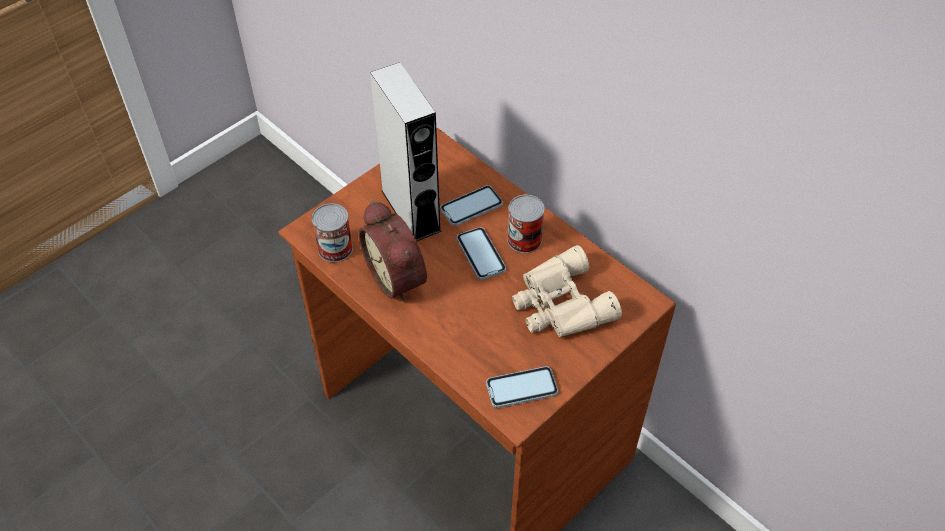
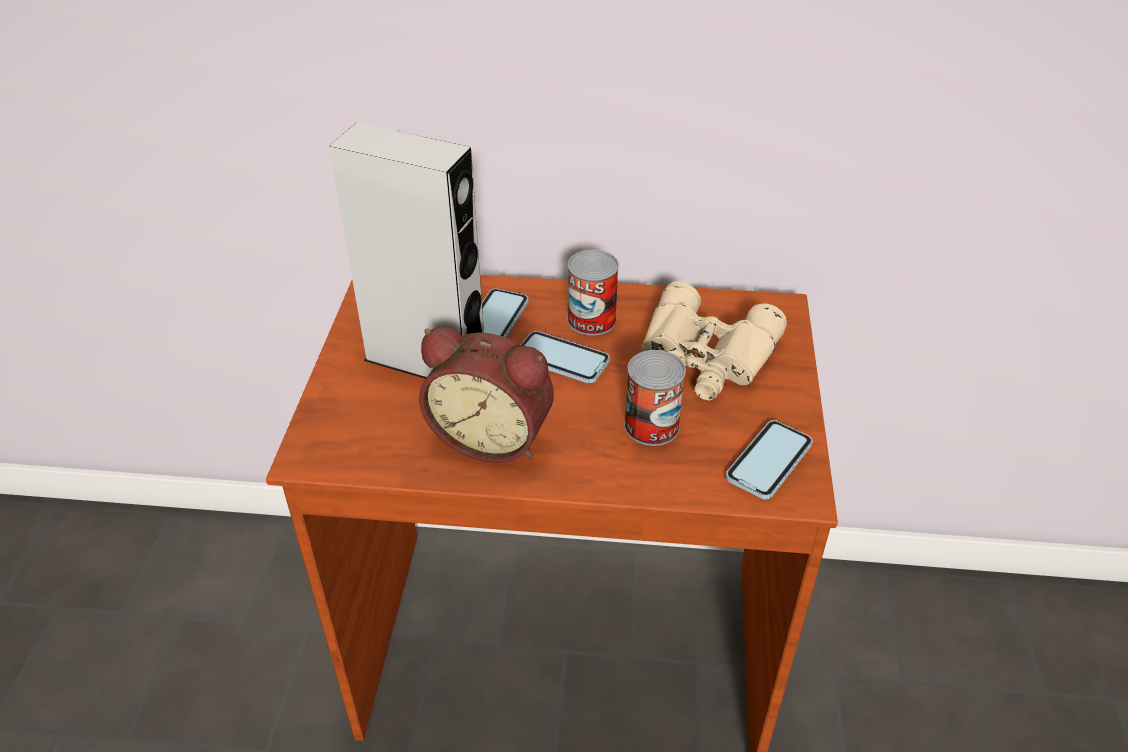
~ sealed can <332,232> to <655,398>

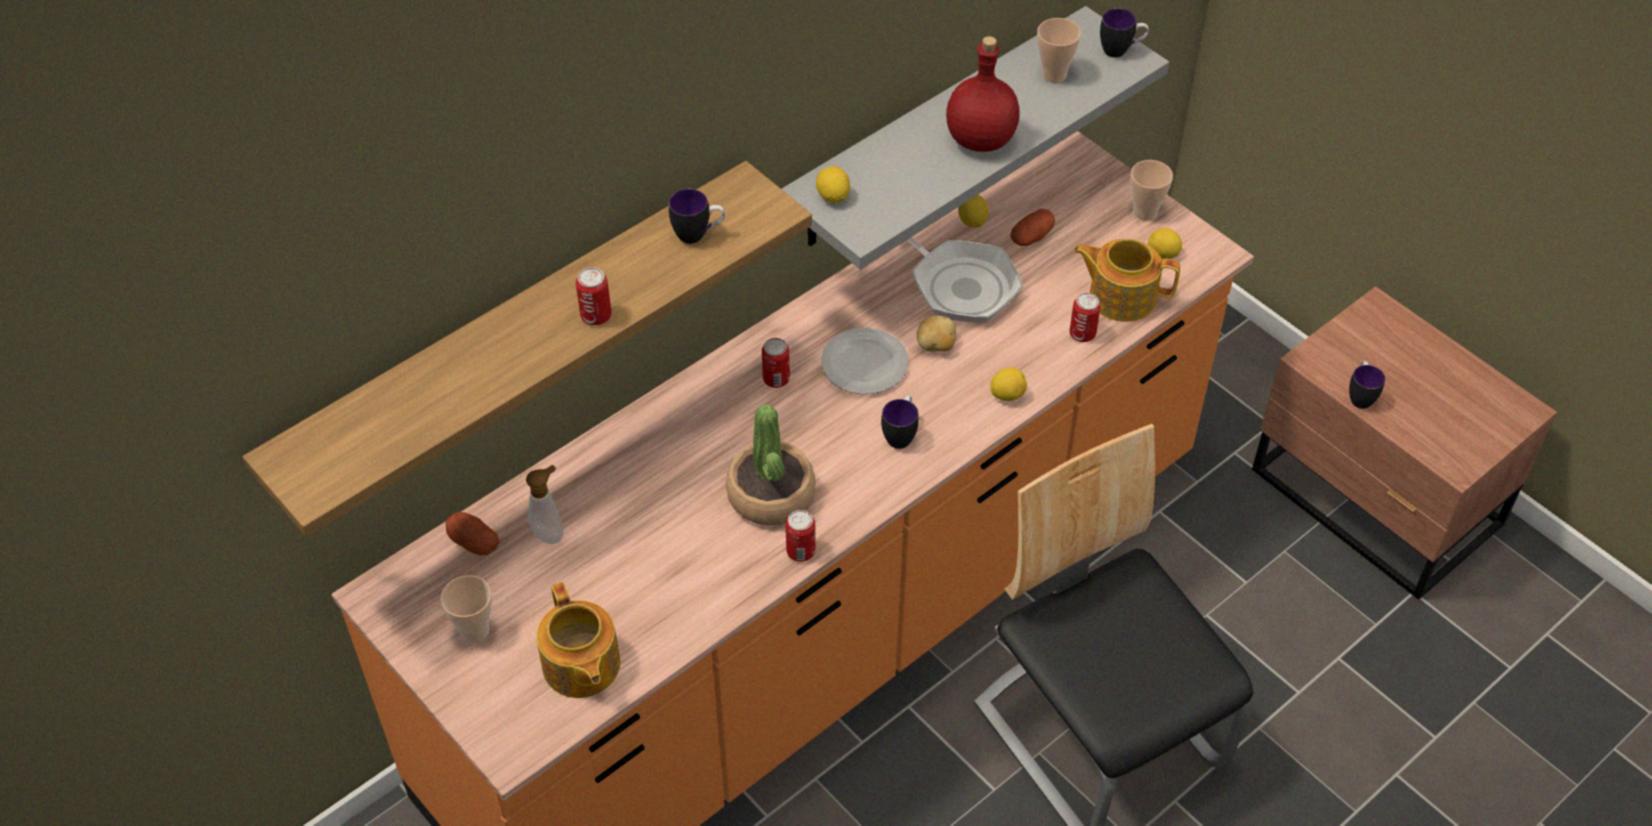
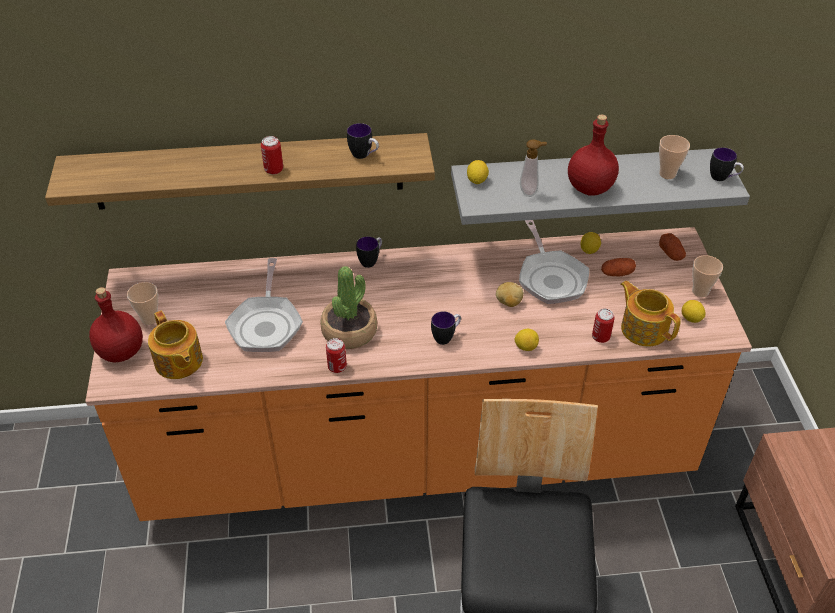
~ spud <472,533> to <672,247>
~ liquid soap bottle <545,504> to <533,168>
~ pot for tea <578,640> = <175,345> 45 degrees counterclockwise
- sealed can <776,363>
- flat dish <865,361>
~ mug <1367,385> to <369,252>
+ reddish drink bottle <116,324>
+ skillet <264,305>

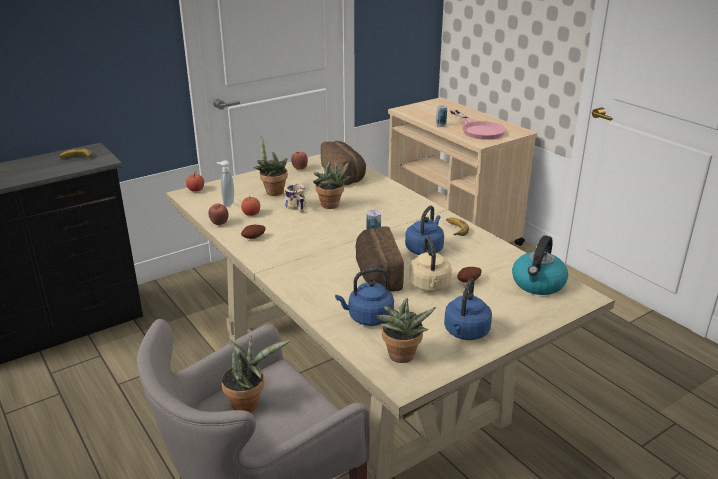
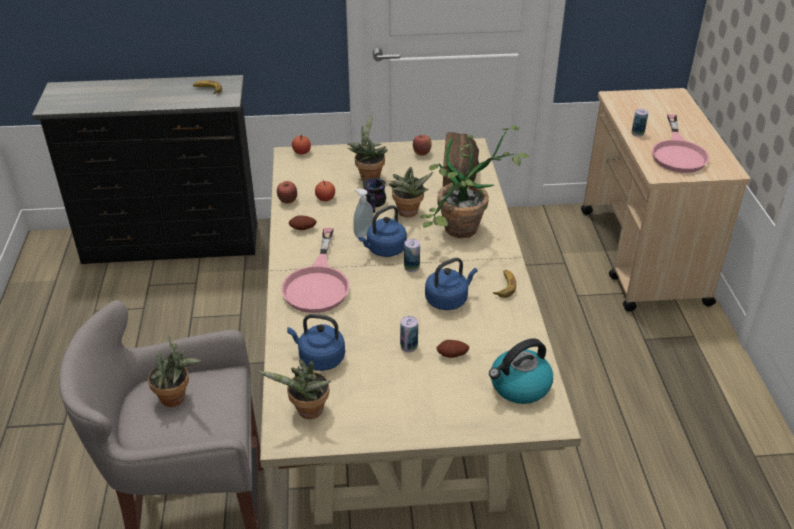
~ liquid soap bottle <225,183> to <363,213>
~ beige mug <295,198> to black mug <374,195>
- bakery bread <379,259>
~ beige kettle <430,264> to sealed can <409,334>
~ blue kettle <468,309> to <382,231>
+ pinkish skillet <315,270>
+ houseplant <475,182>

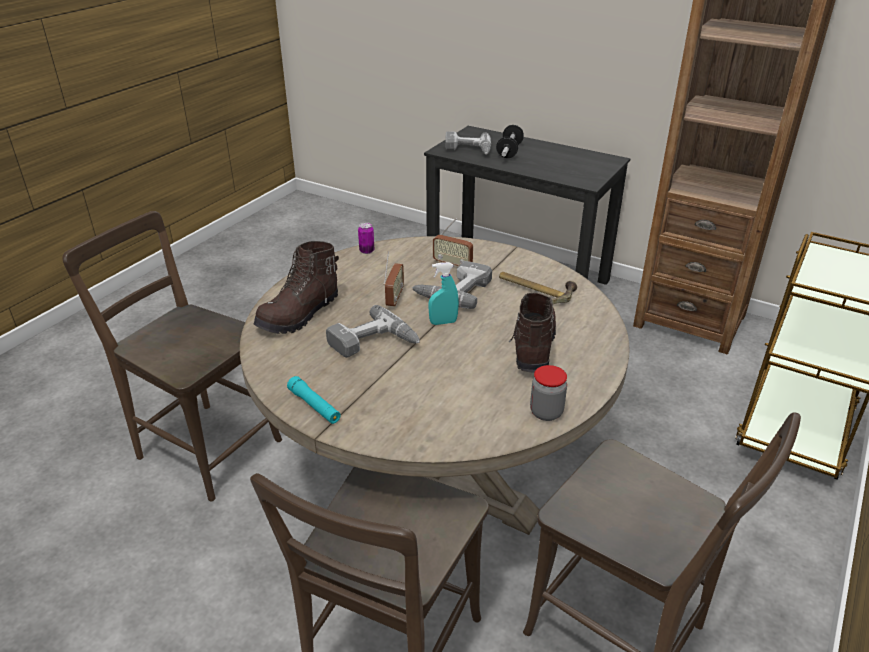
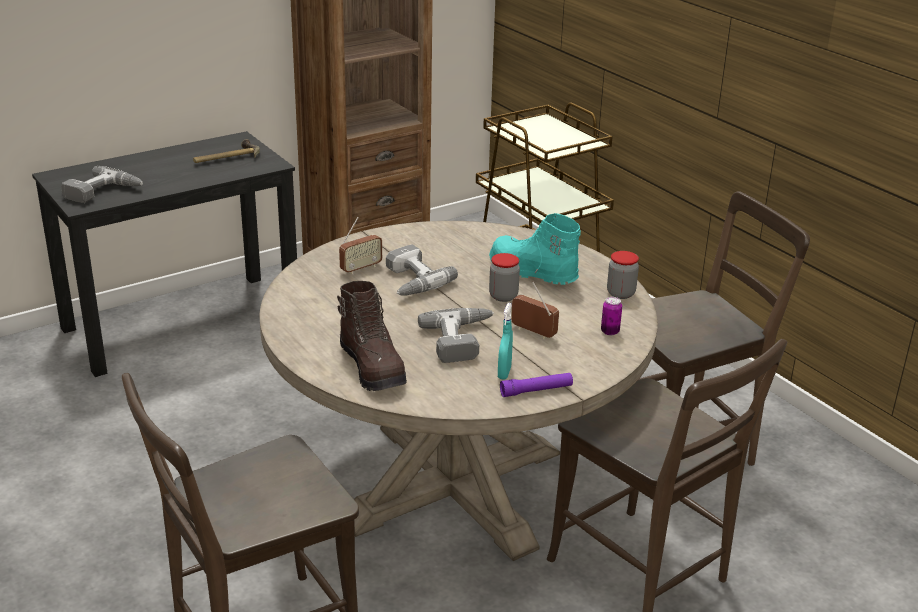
~ blue-green flashlight <314,400> to purple flashlight <536,385>
~ sealed can <366,238> to <611,316>
~ radio receiver <393,279> to <535,310>
~ blue-green sprayer <443,293> to <505,341>
- dumbbell <510,141>
~ tool hammer <538,288> to <226,151>
~ brownish tall boot <532,333> to blue-green tall boot <535,249>
+ jar <504,277>

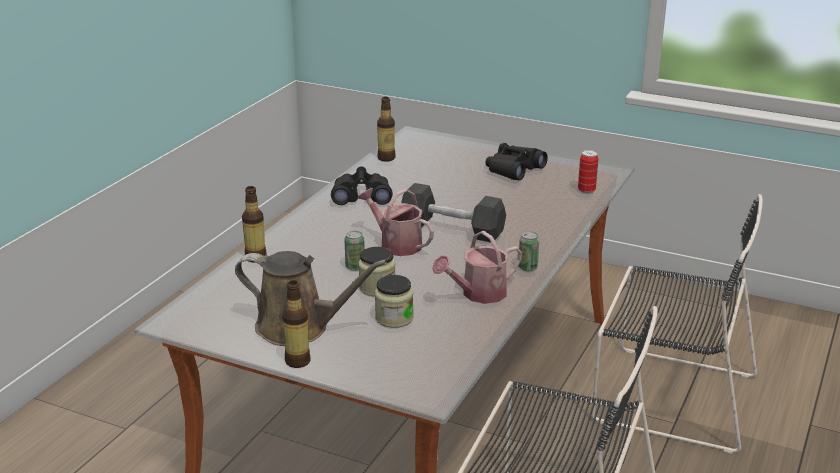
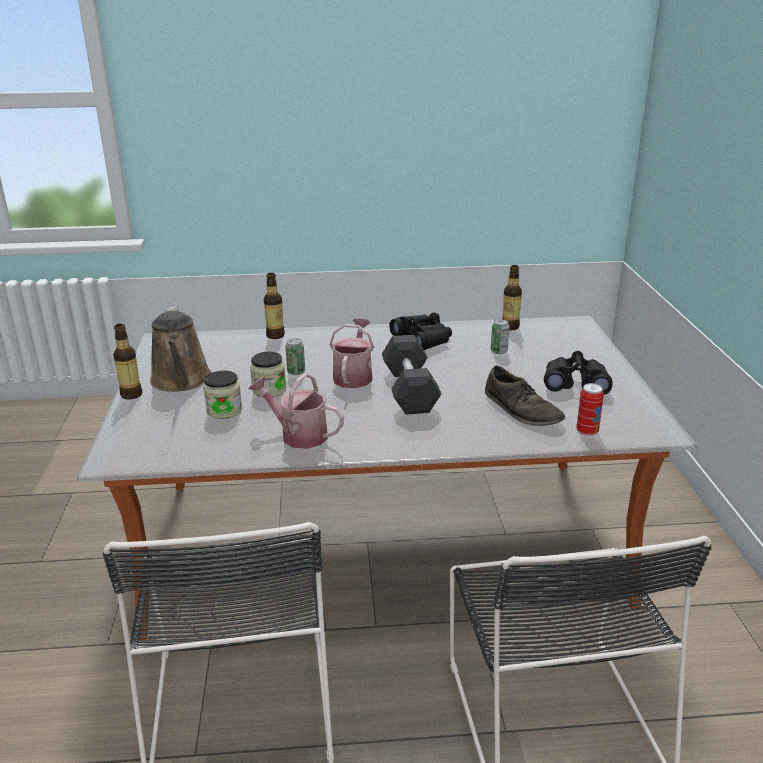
~ sealed can <529,251> to <500,336>
+ brownish shoe <525,396>

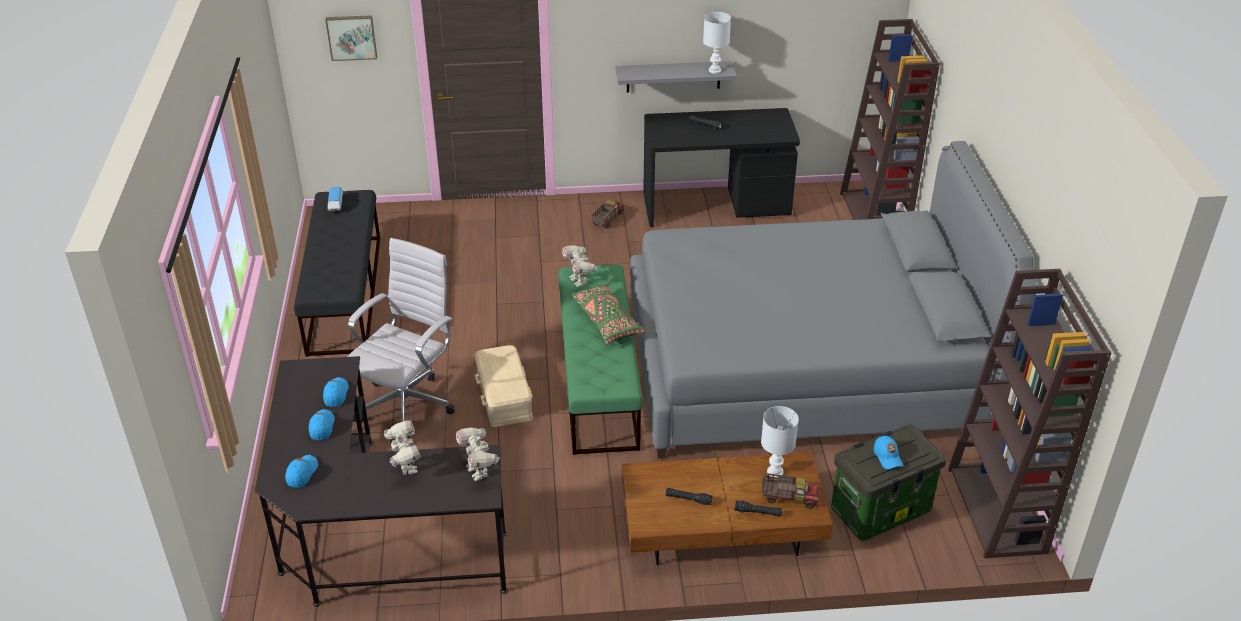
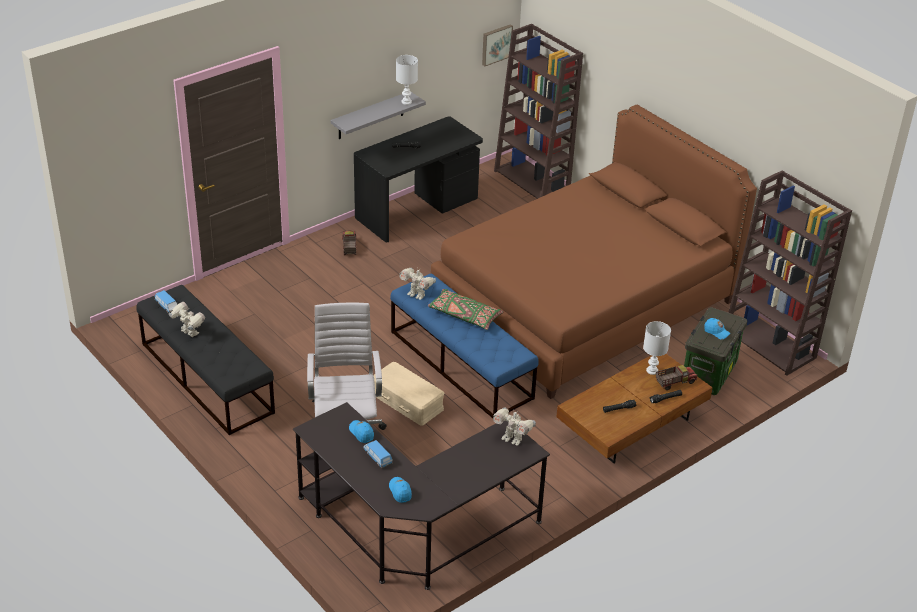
~ blue peaked cap <322,424> to model car <378,454>
~ wall picture <351,38> to <497,45>
~ robot figure <402,447> to <187,319>
~ green indoor bench <600,360> to blue indoor bench <464,345>
~ gray sleeping bed <833,300> to brownish sleeping bed <594,252>

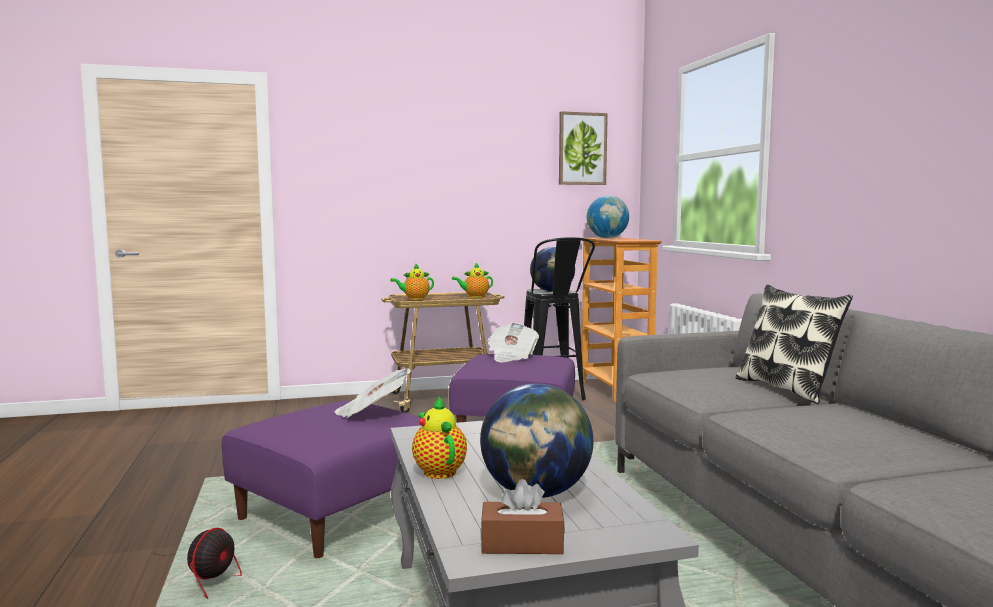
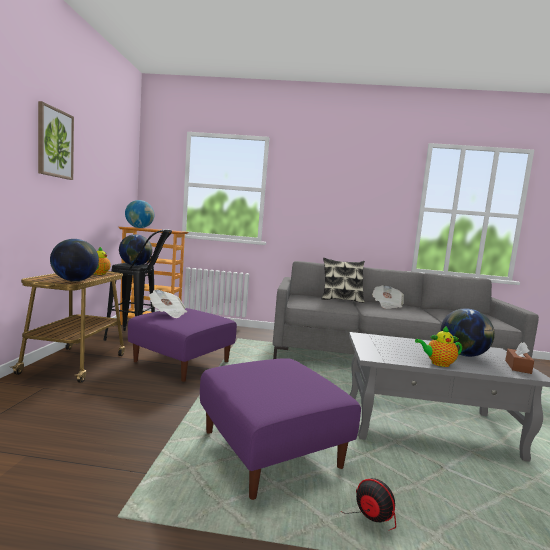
~ newspaper <373,393> to <388,297>
~ pot for tea <412,281> to desk globe <74,260>
~ wall picture <583,148> to <56,140>

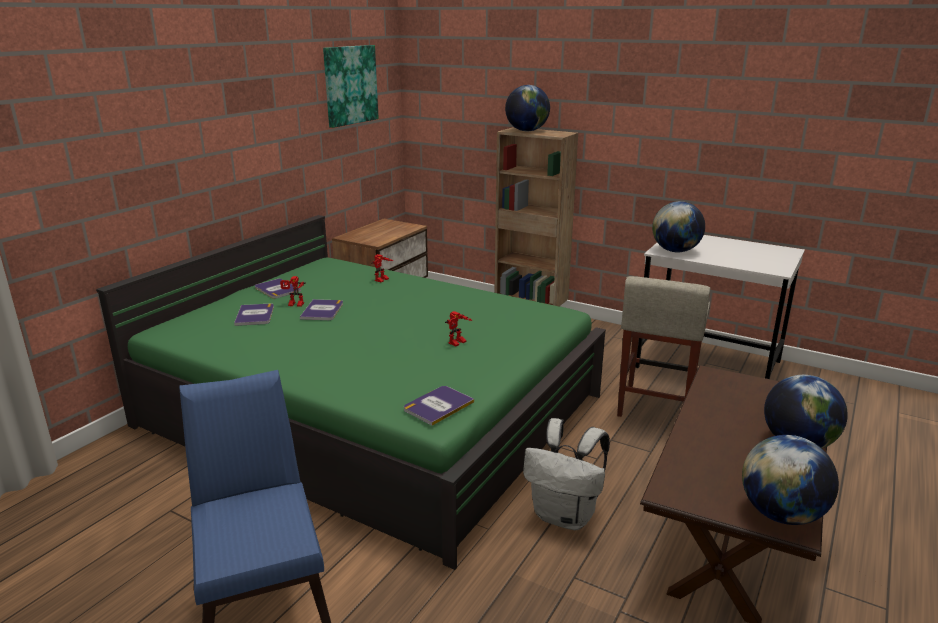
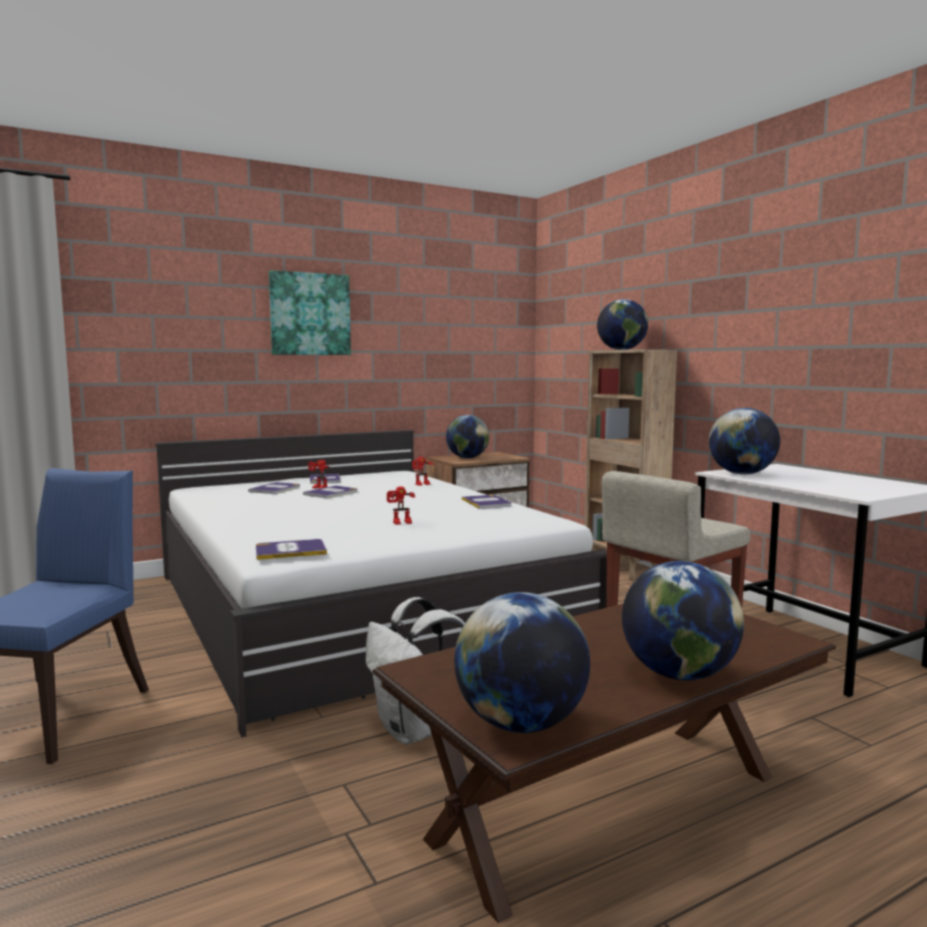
~ green sleeping bed <351,392> to white sleeping bed <381,583>
~ wall picture <351,86> to <310,312>
+ desk globe <467,436>
+ book <486,502>

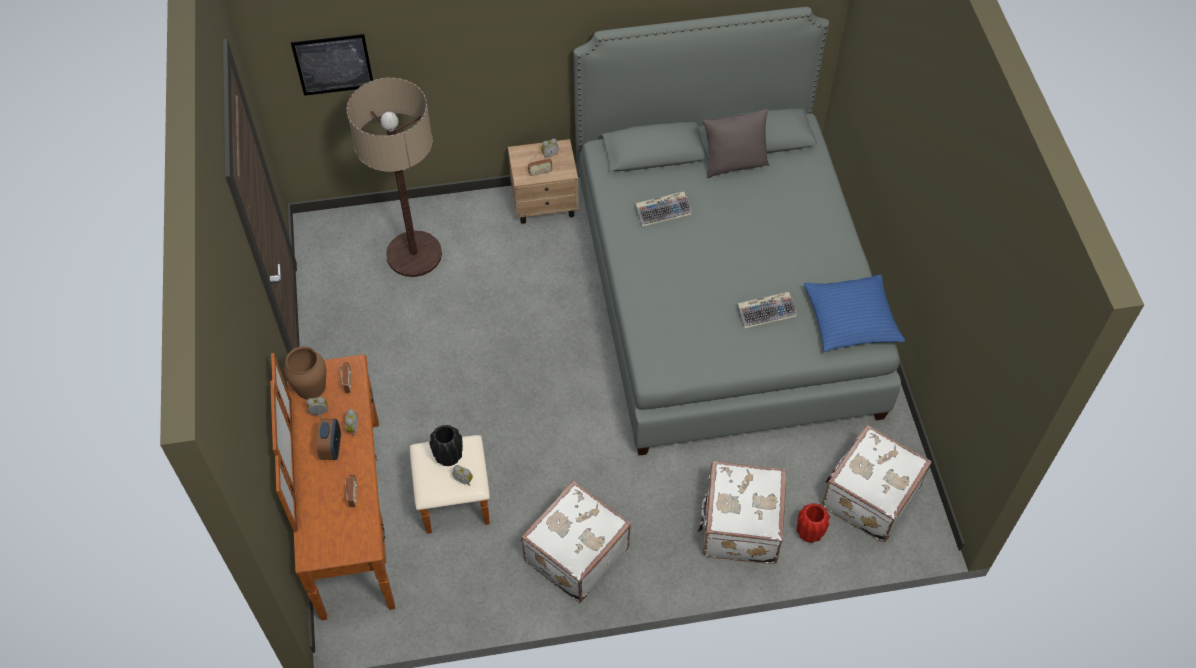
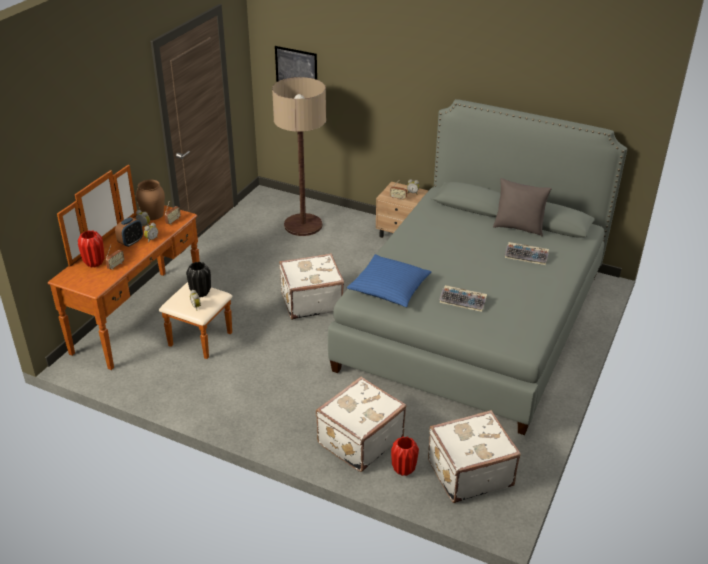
~ white suitcase <576,541> to <311,286>
~ PC keyboard <664,208> to <527,253>
~ blue throw pillow <854,313> to <389,280>
+ reddish flower vase <91,248>

